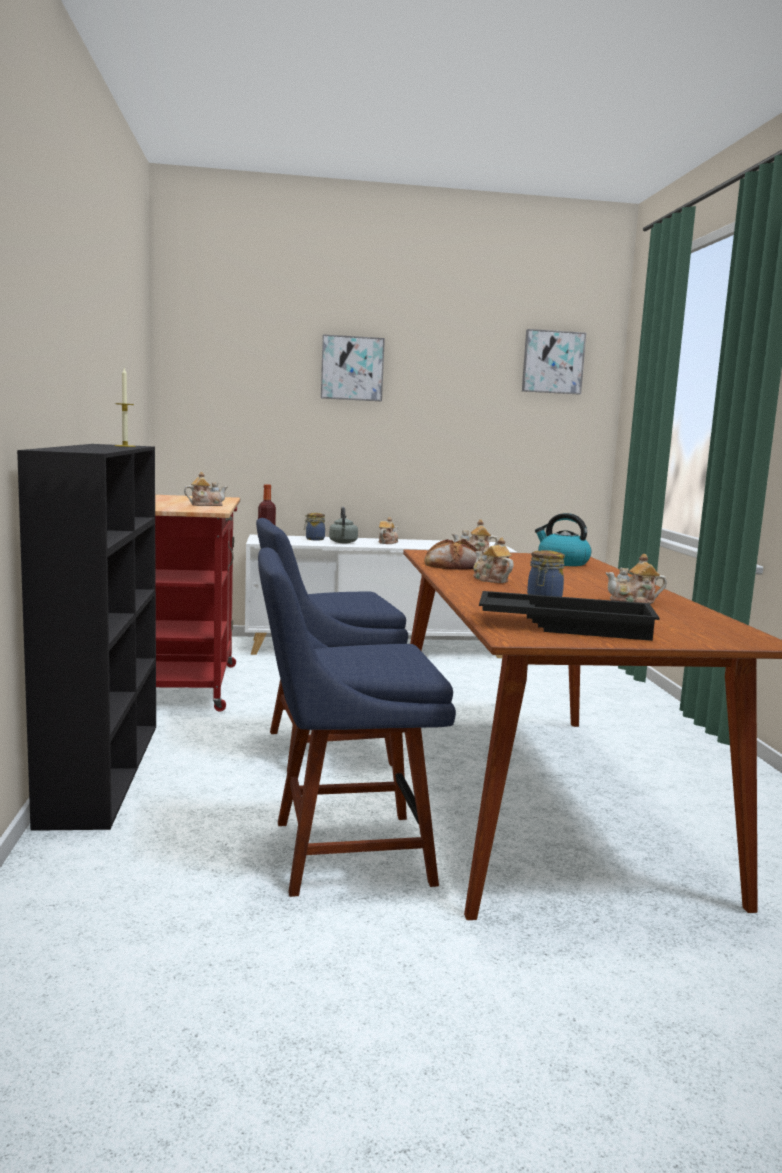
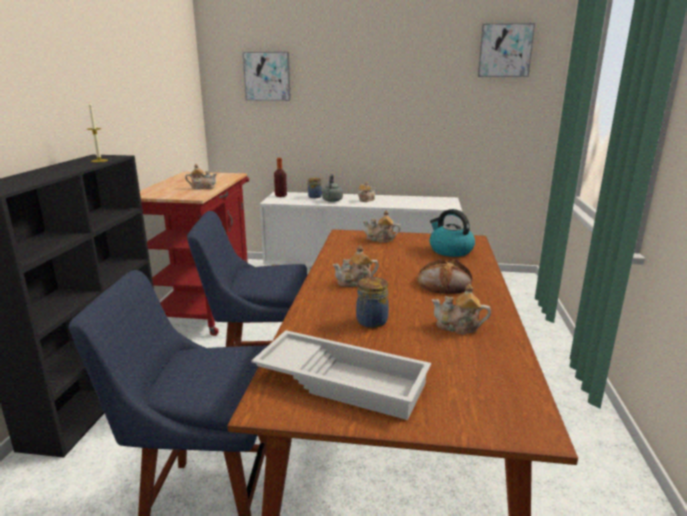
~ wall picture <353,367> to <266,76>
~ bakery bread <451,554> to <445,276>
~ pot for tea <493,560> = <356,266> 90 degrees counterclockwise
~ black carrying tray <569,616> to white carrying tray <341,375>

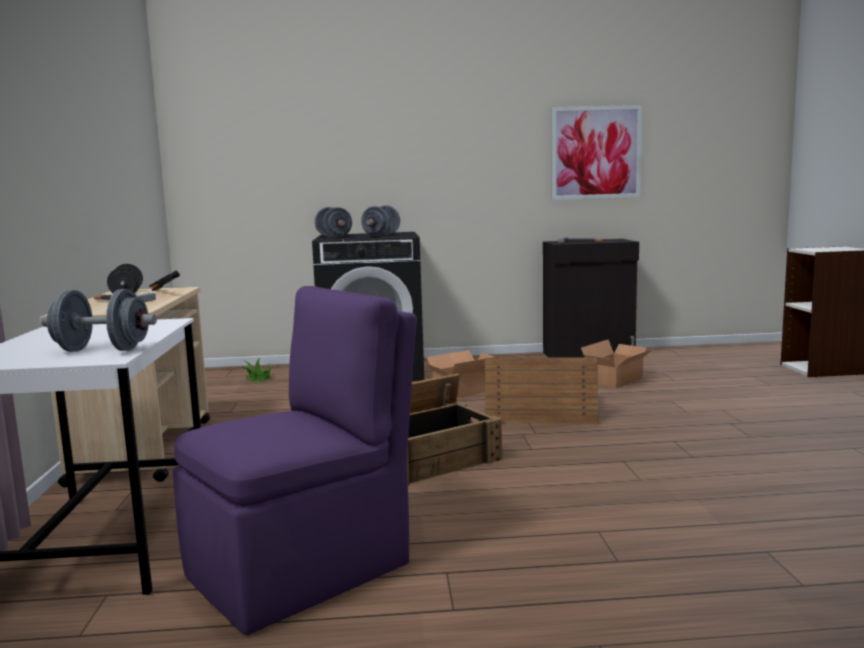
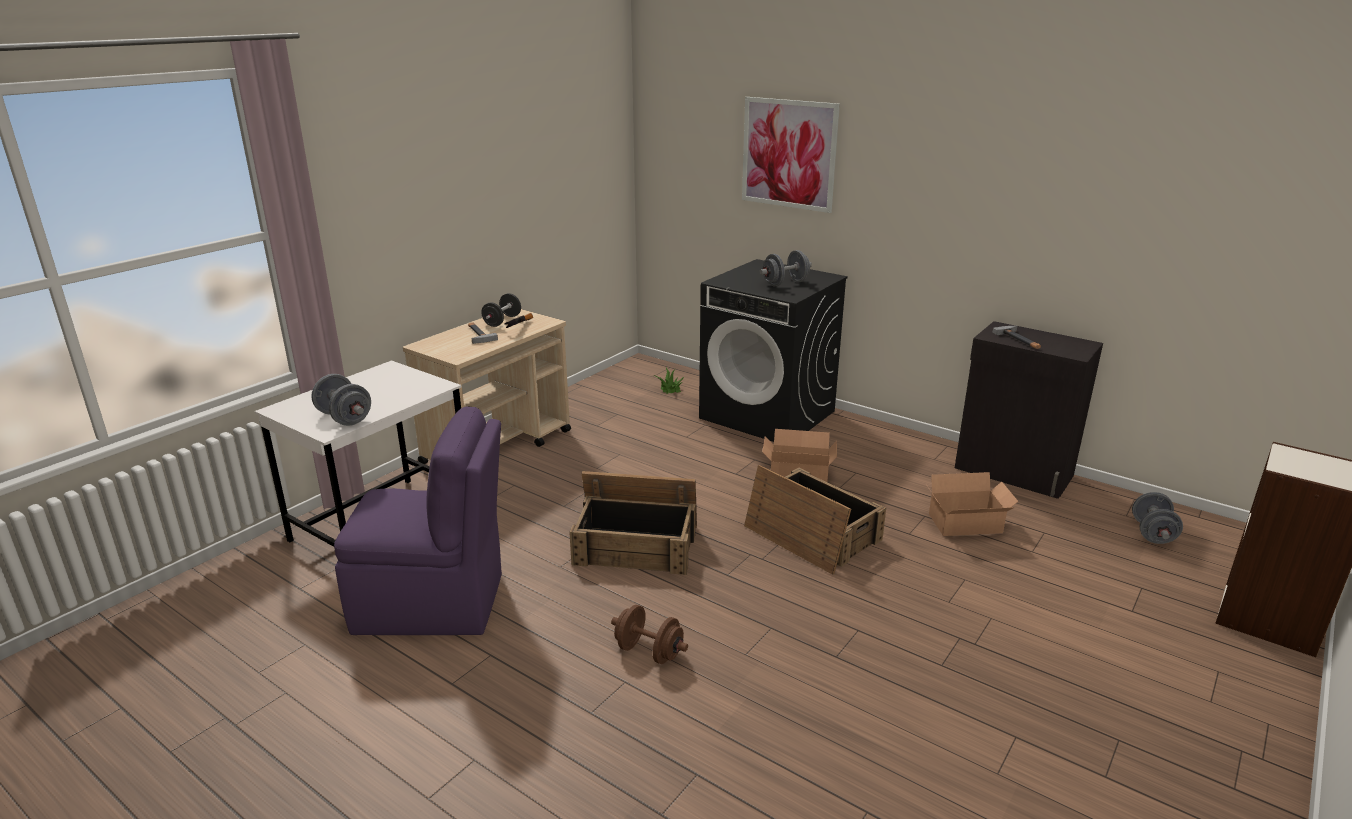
~ gray dumbbell <333,222> to <1157,518>
~ wall picture <597,152> to <791,155>
+ brownish dumbbell <649,634>

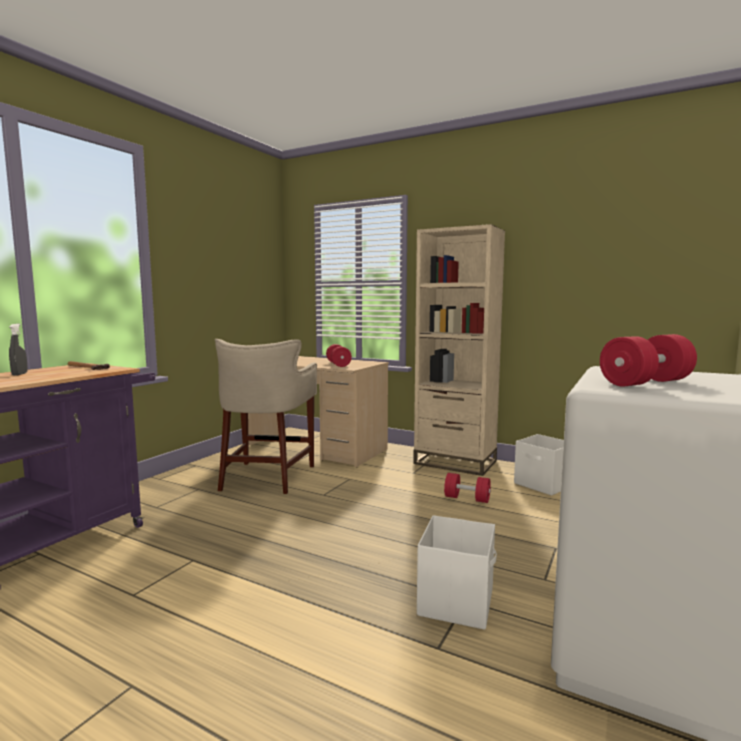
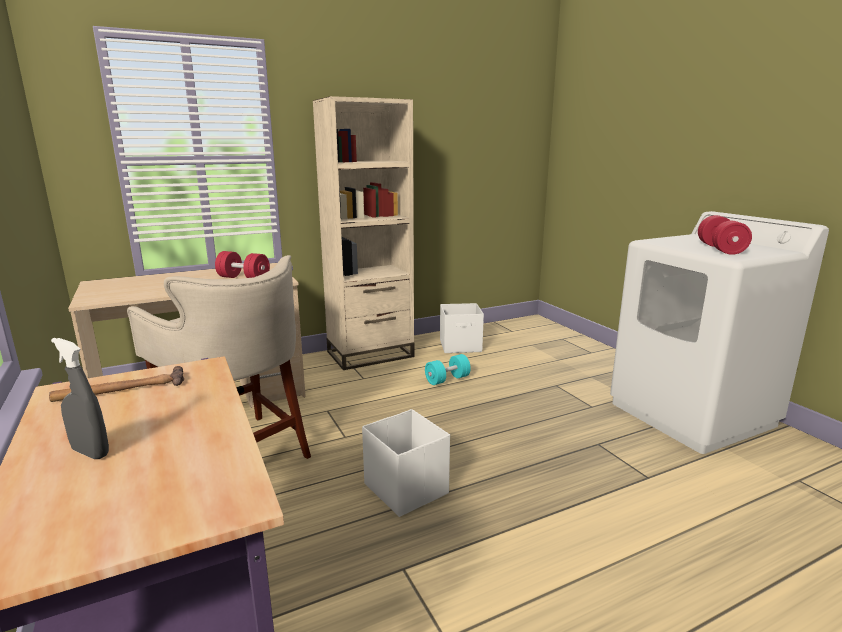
~ white storage bin <457,572> to <406,463>
~ reddish dumbbell <467,488> to blue-green dumbbell <448,369>

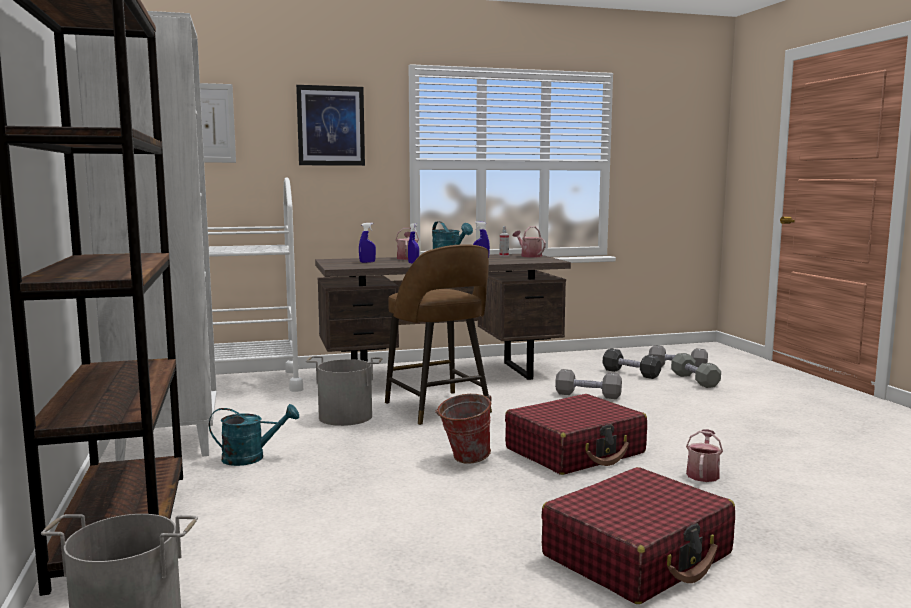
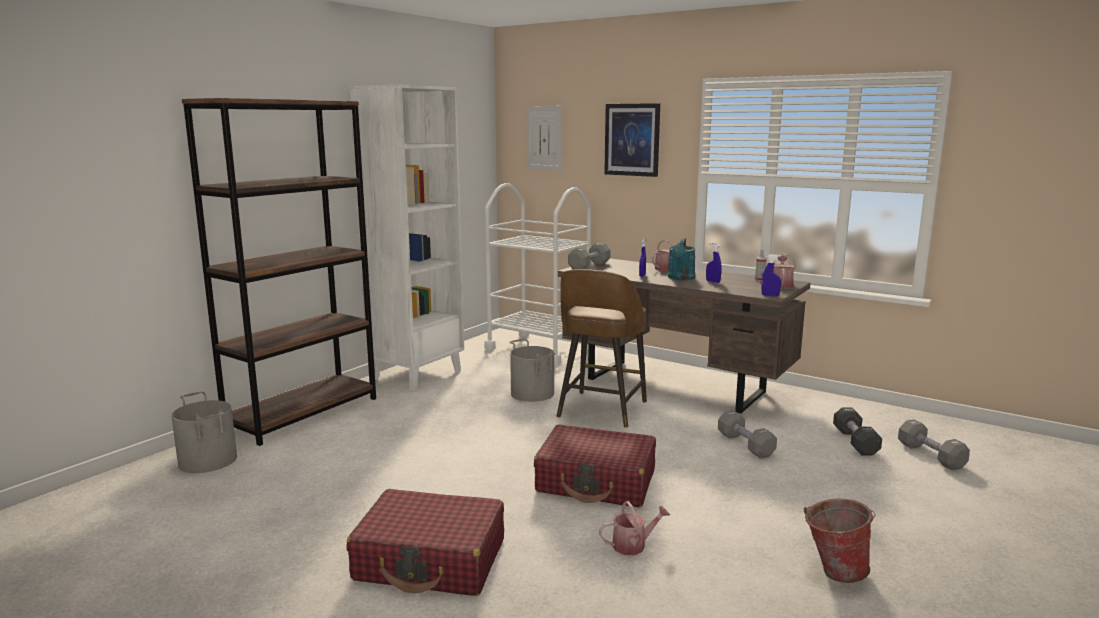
- blue-green sprinkling can <254,435>
~ blue sprayer <367,243> to <771,275>
~ water bucket <463,429> to <840,540>
~ gray dumbbell <696,370> to <589,256>

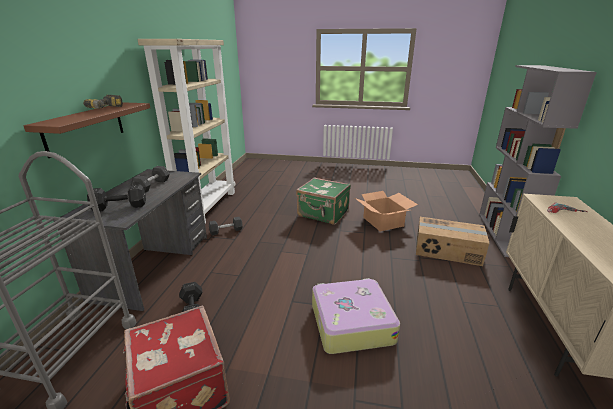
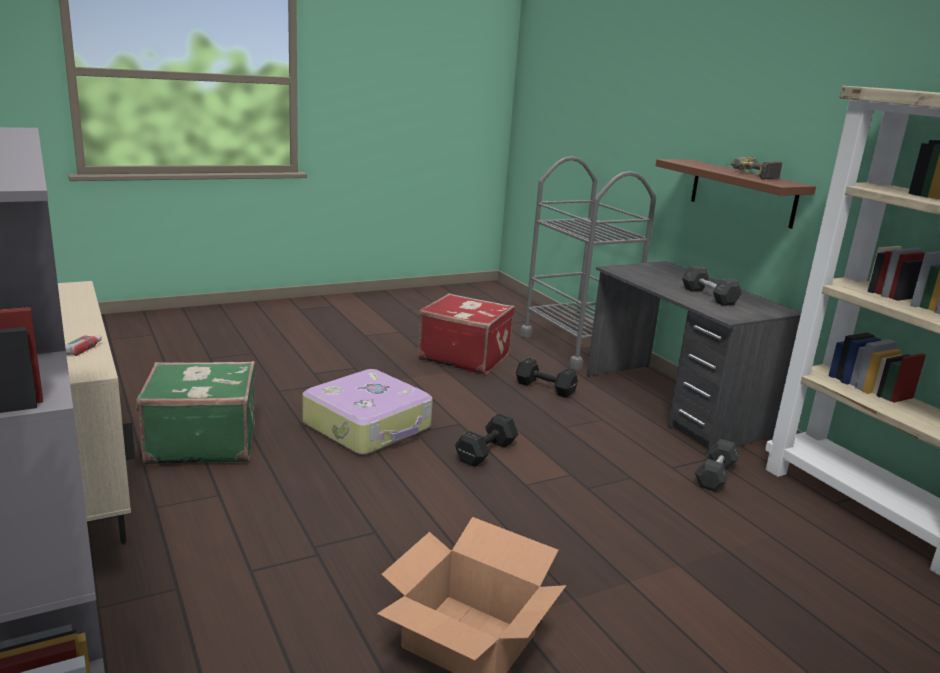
~ black dumbbell <116,197> to <486,440>
~ green suitcase <323,201> to <196,413>
- cardboard box <453,241>

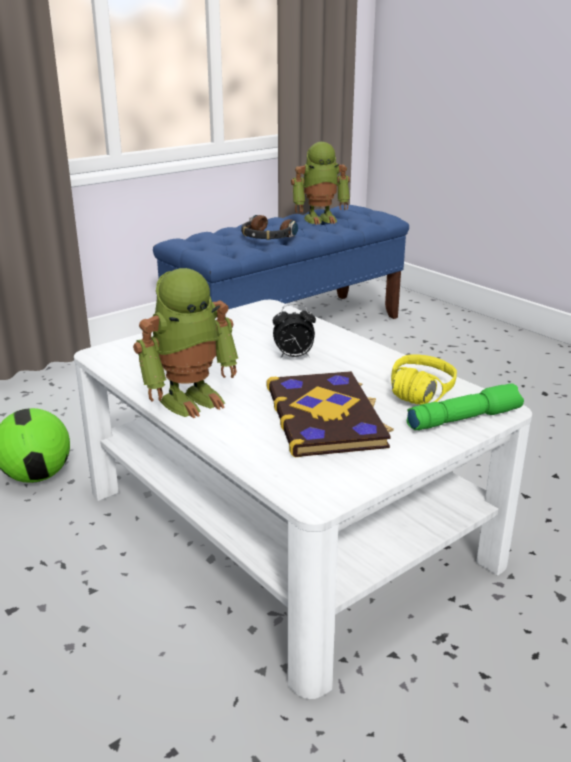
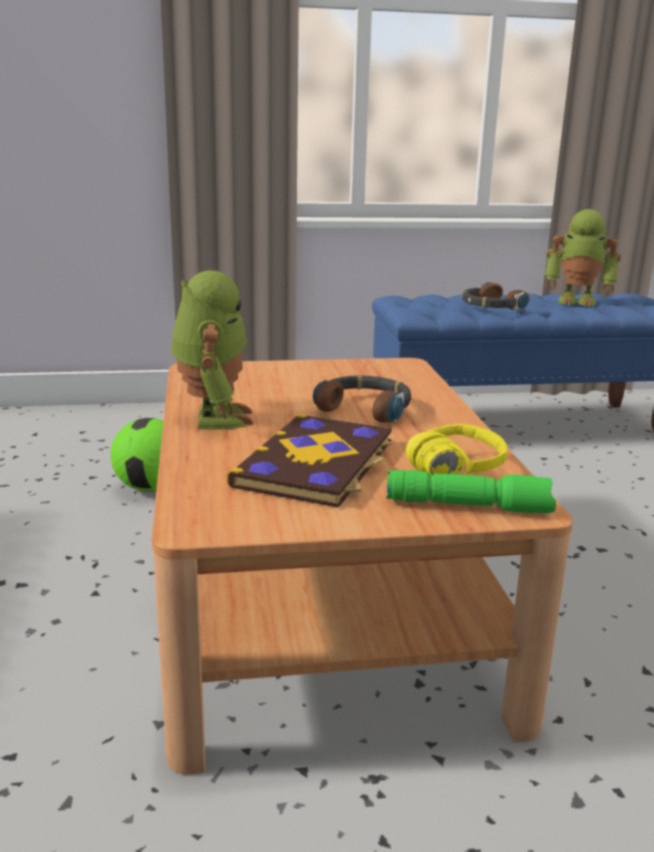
~ white coffee table <303,499> to brownish coffee table <362,566>
~ robot figure <186,343> = <212,349> 90 degrees counterclockwise
~ table clock <294,331> to headset <362,399>

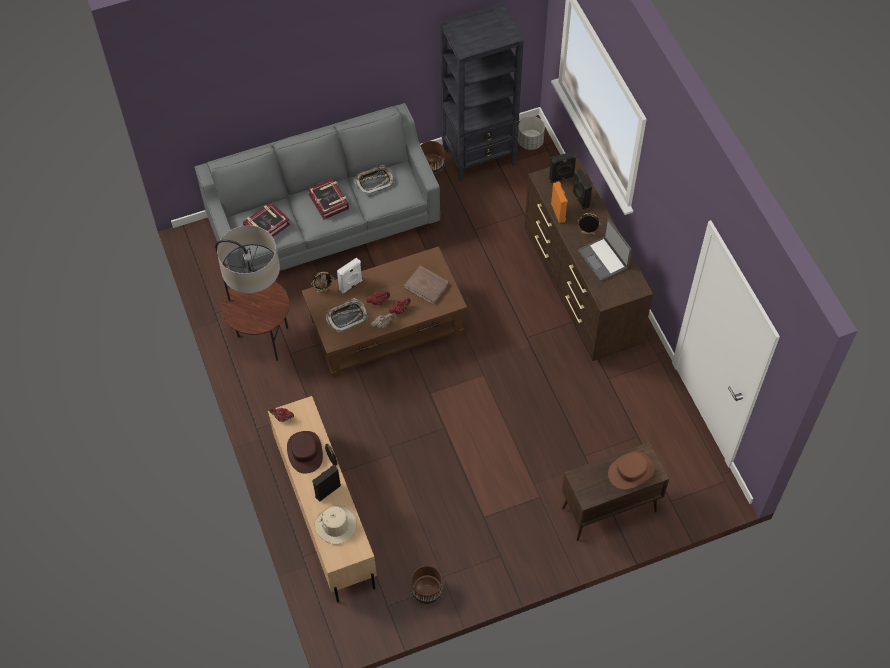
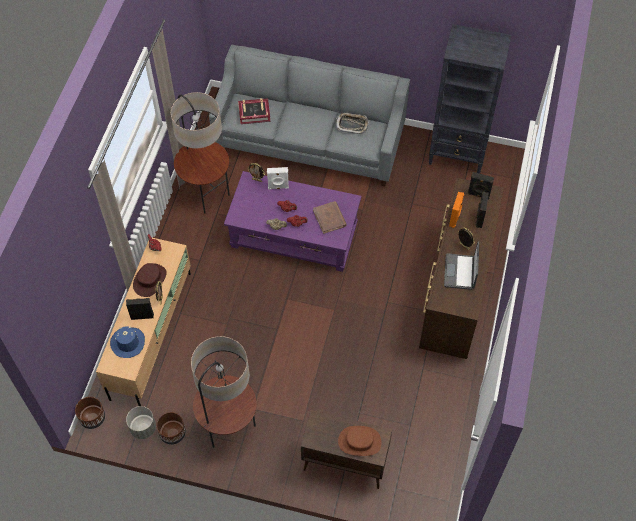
~ brownish coffee table <384,312> to purple coffee table <293,221>
- book <328,199>
~ beige hat <336,524> to blue hat <127,342>
- carrying tray <347,315>
~ brownish plant pot <433,157> to <90,413>
~ gray plant pot <531,133> to <141,422>
+ standard lamp <224,392>

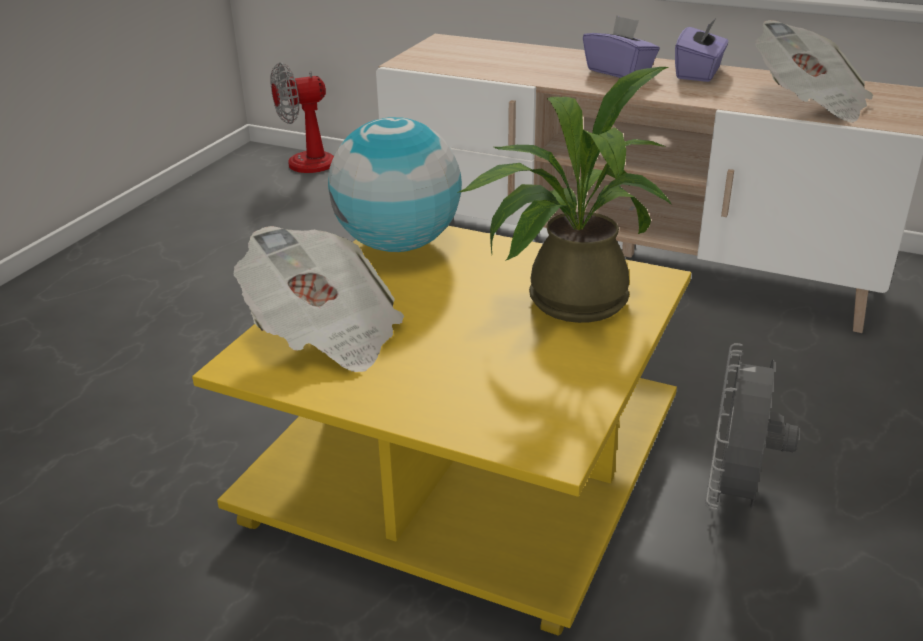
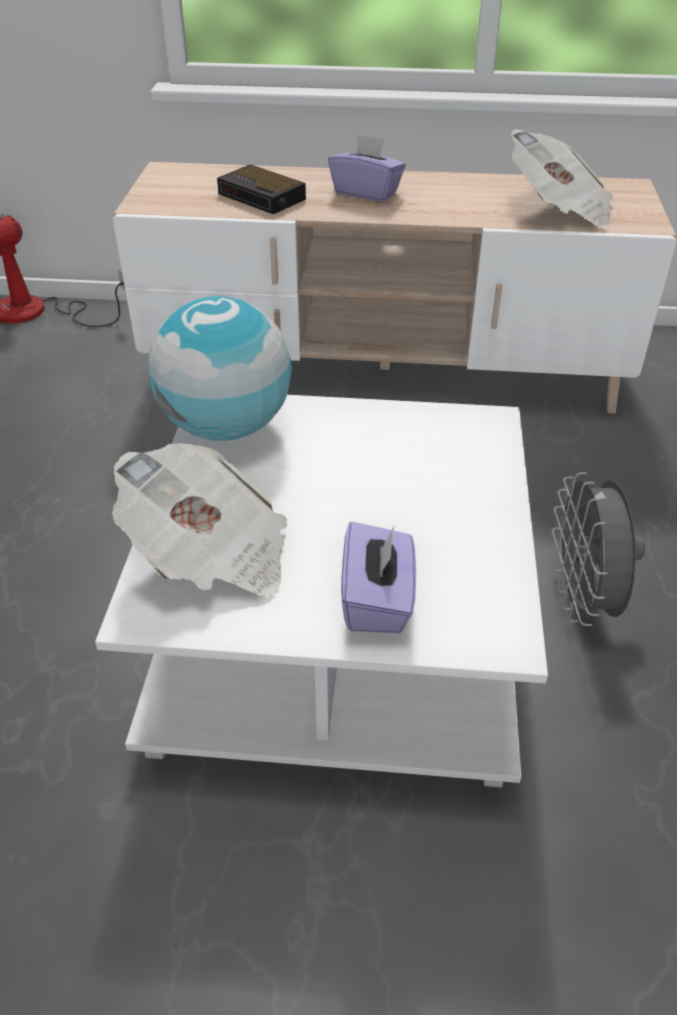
~ yellow-coloured coffee table <441,431> to white coffee table <321,591>
- houseplant <564,195>
~ purple tissue holder <701,50> to <378,577>
+ table clock <261,189>

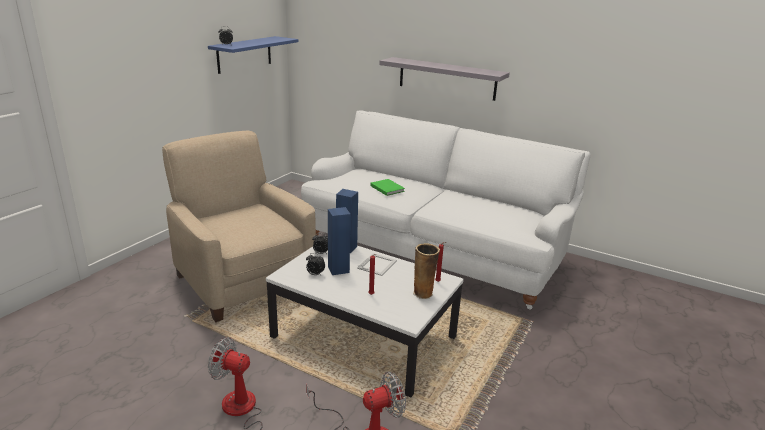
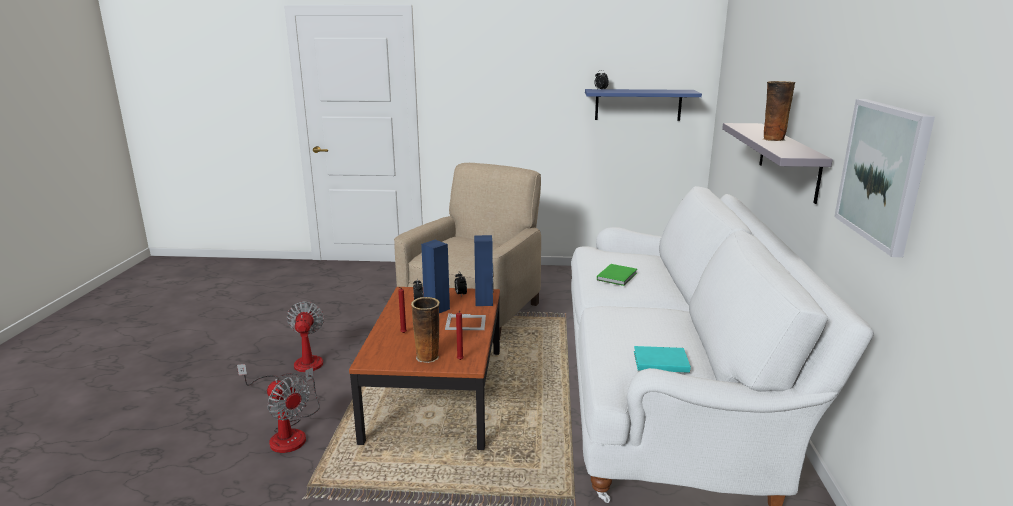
~ white coffee table <365,322> to brownish coffee table <424,368>
+ blue-green book <662,359>
+ flower vase <779,111>
+ wall picture <884,178>

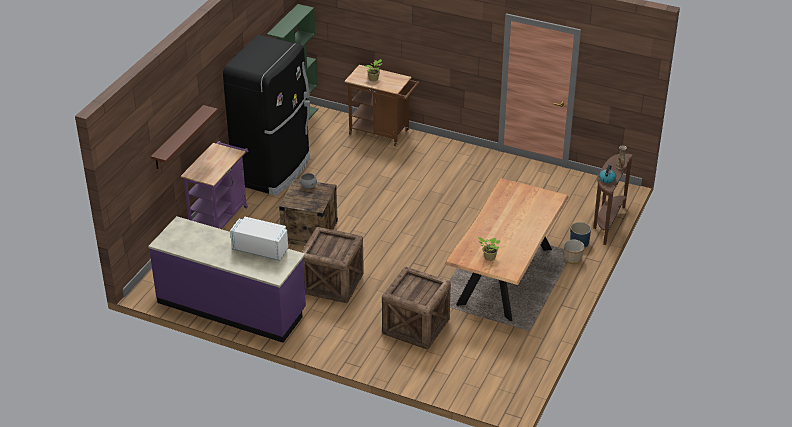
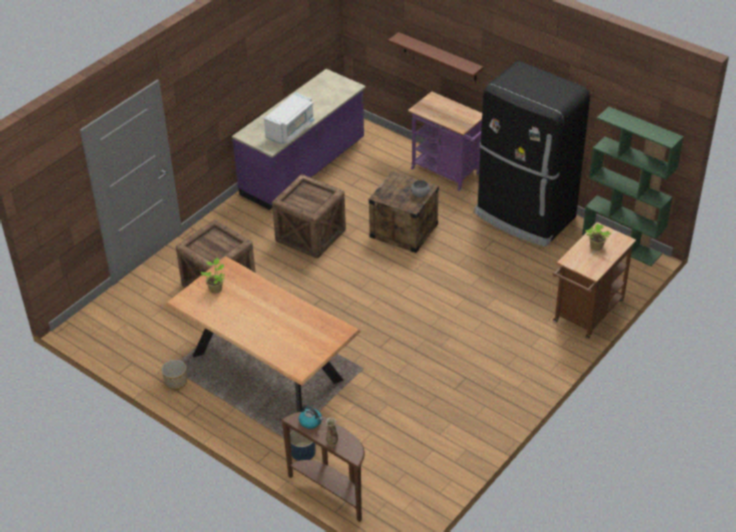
~ plant pot <574,251> to <174,375>

